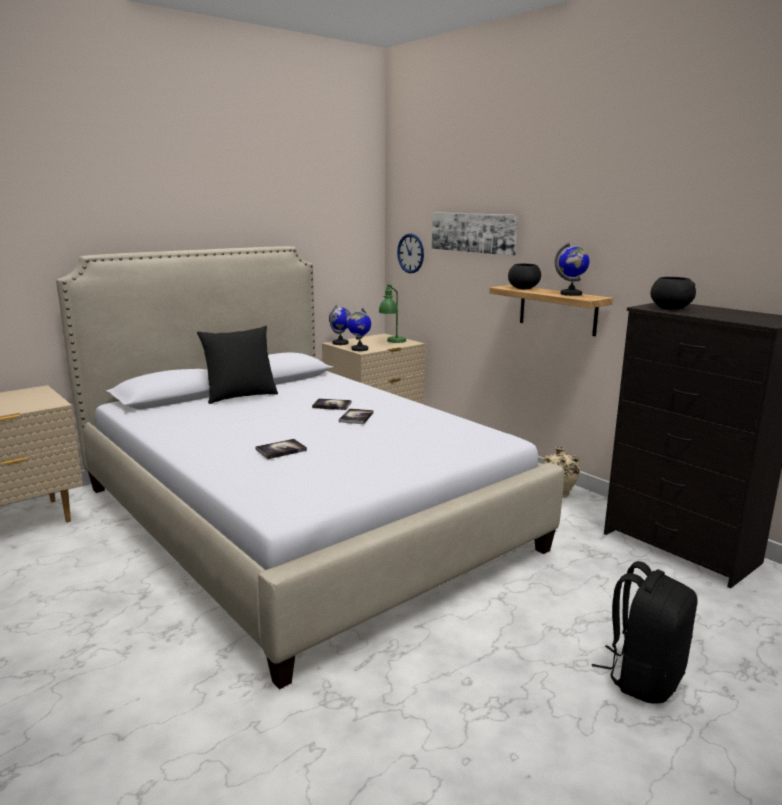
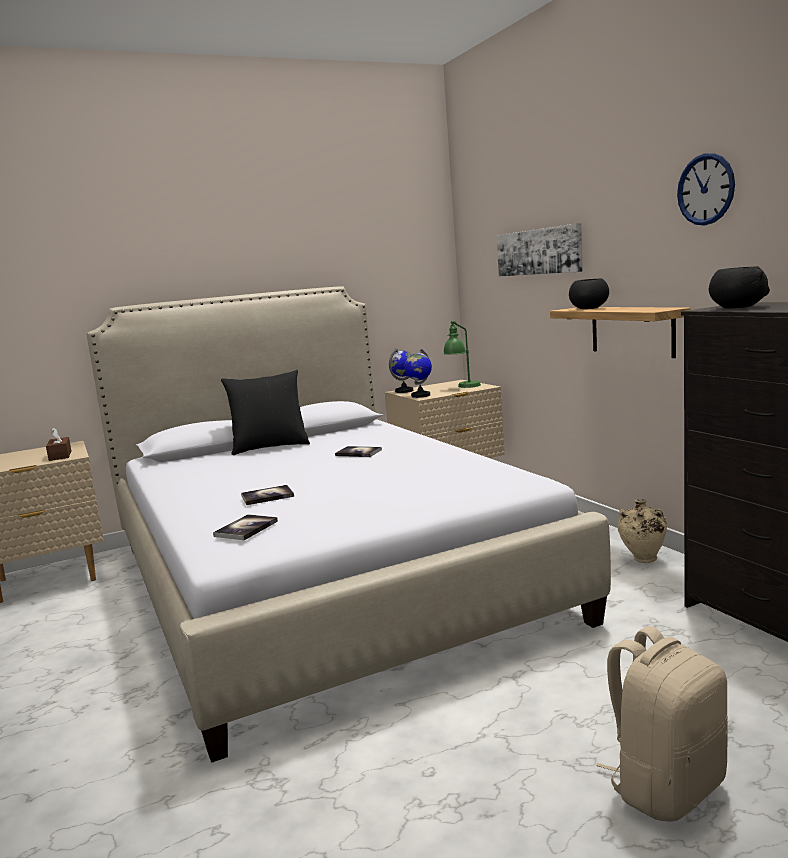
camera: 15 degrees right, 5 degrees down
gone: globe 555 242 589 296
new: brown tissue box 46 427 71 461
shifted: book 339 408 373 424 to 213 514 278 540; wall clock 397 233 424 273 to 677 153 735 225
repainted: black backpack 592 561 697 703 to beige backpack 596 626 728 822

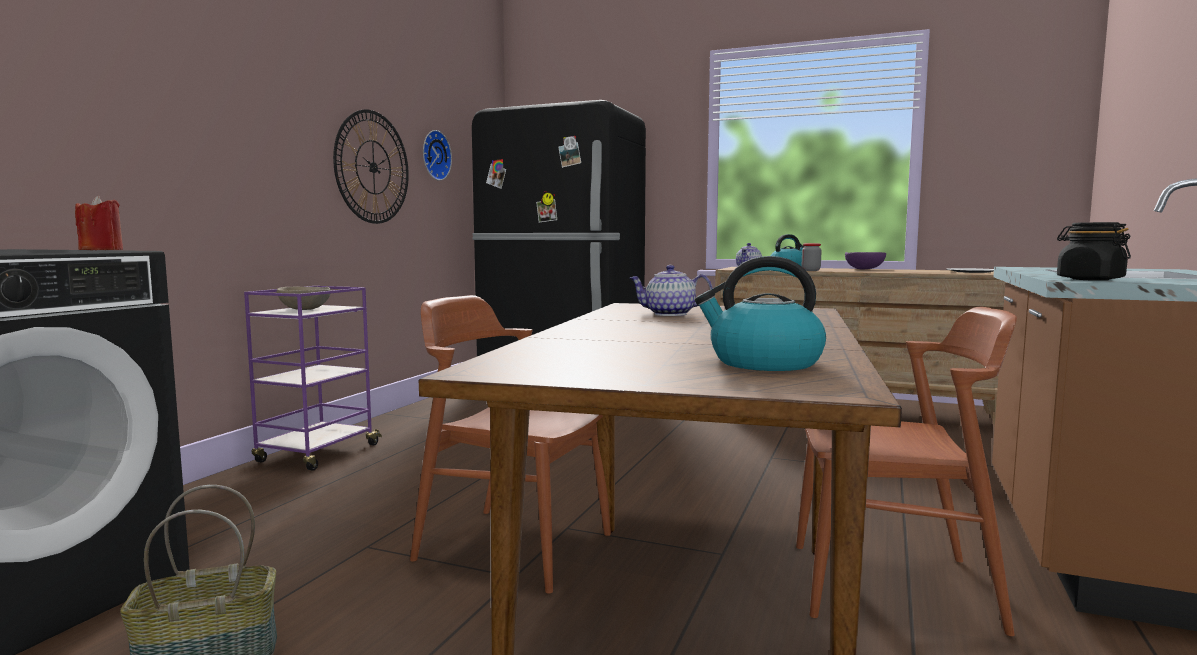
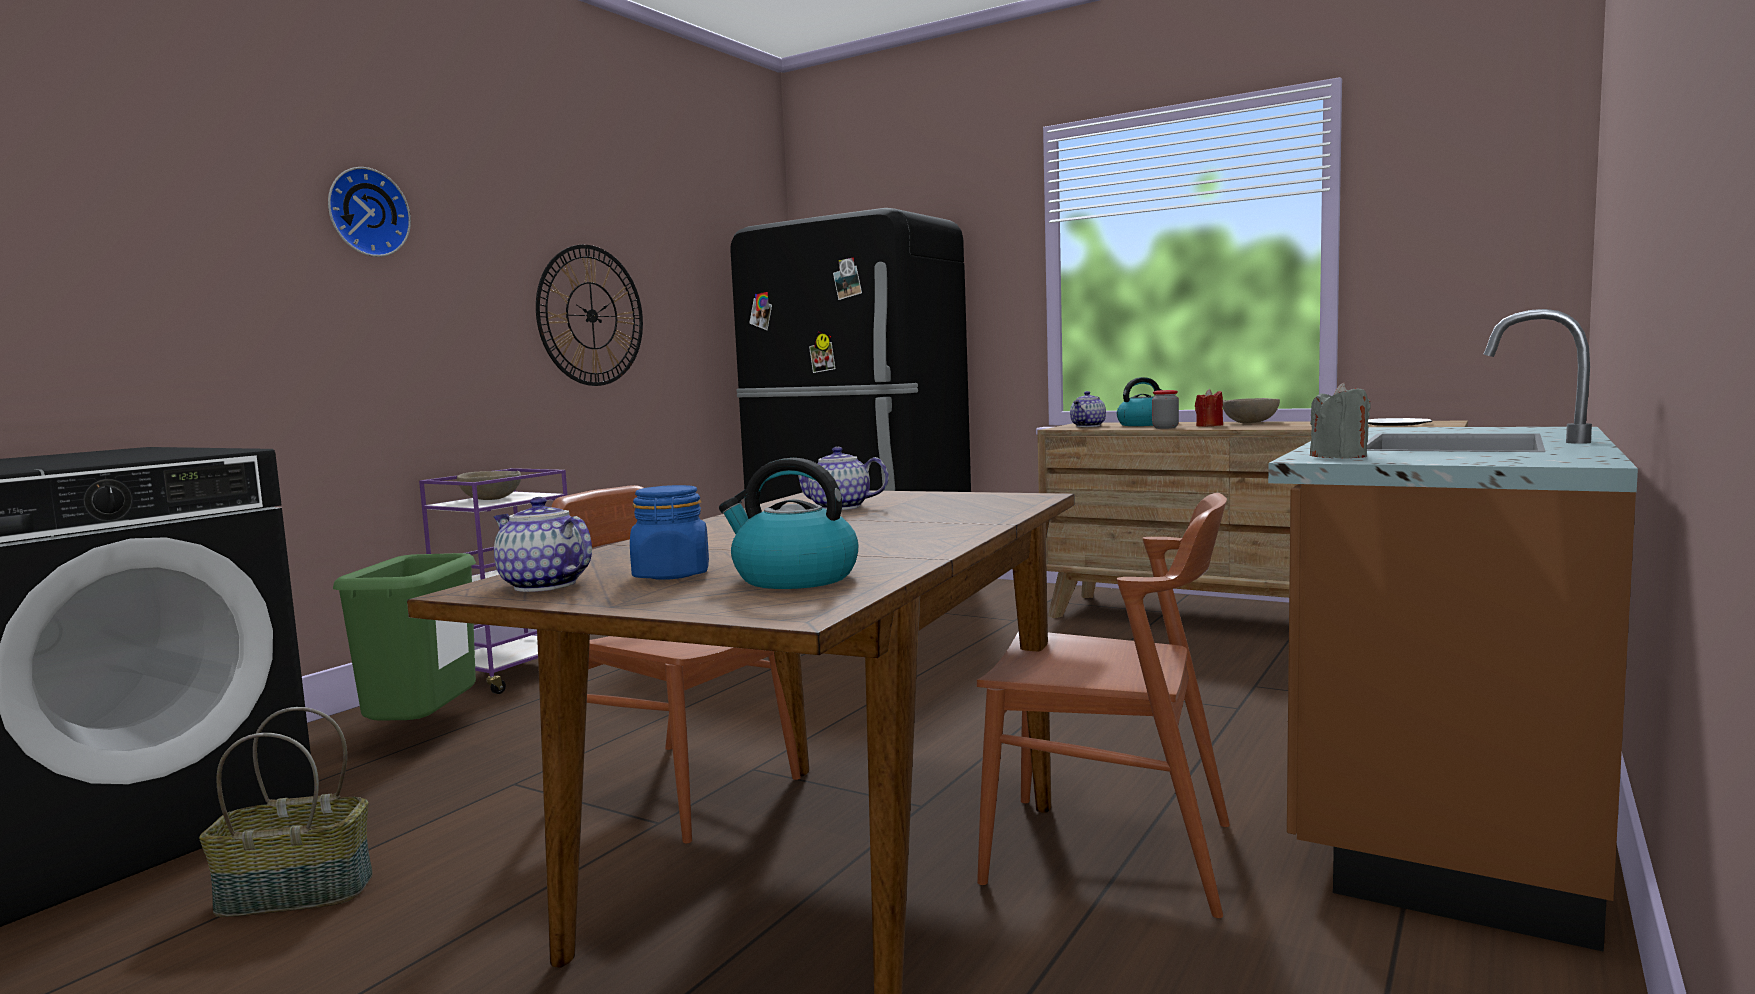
camera: 10 degrees right, 0 degrees up
new: green trash can 333 553 476 721; teapot 494 497 592 592; blue jar 630 485 709 580
shifted: red candle 75 196 123 250 to 1195 389 1223 427; wall clock 423 130 452 181 to 328 167 411 257
swapped: black jar 1057 222 1131 281 to grey candle 1310 383 1371 459
repainted: purple bowl 845 252 886 269 to beige bowl 1223 398 1280 423

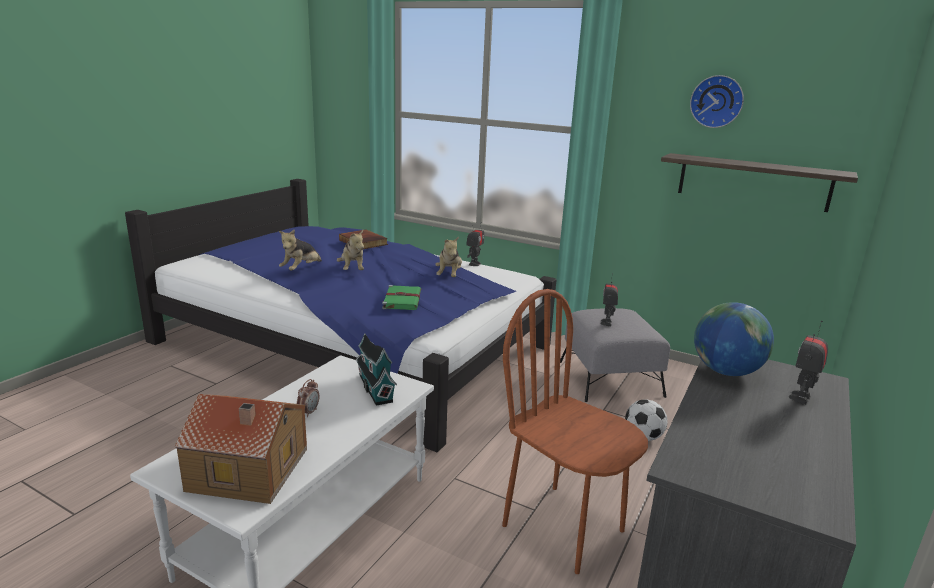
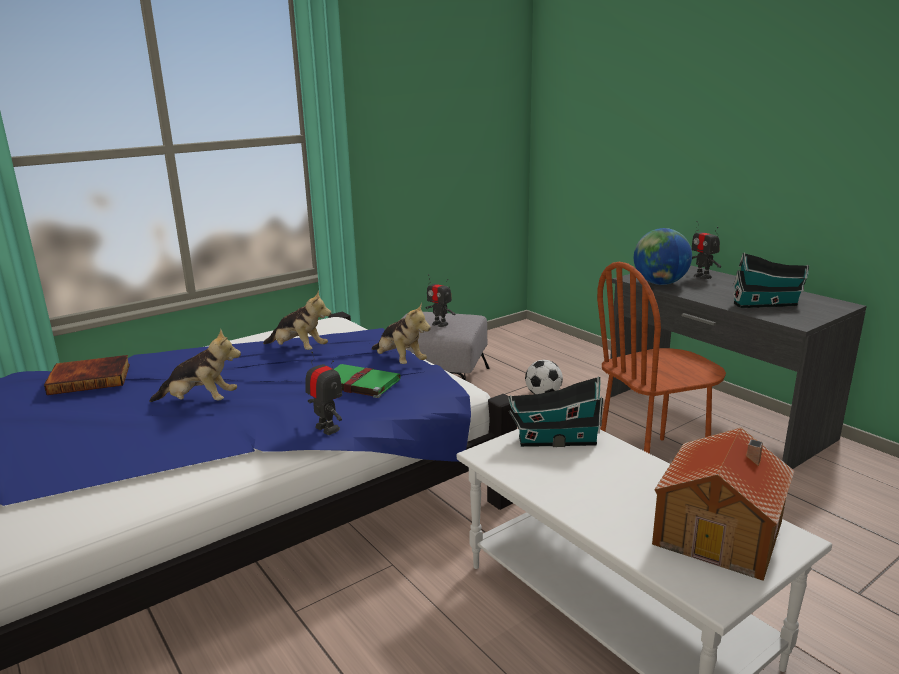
camera: 65 degrees left, 0 degrees up
gone: alarm clock 297 379 320 417; shelf 661 153 858 212; wall clock 690 75 744 128
new: toy house 733 252 809 308
shifted: plush toy 279 230 322 271 to 372 302 431 364; toy robot 466 225 484 266 to 305 352 342 435

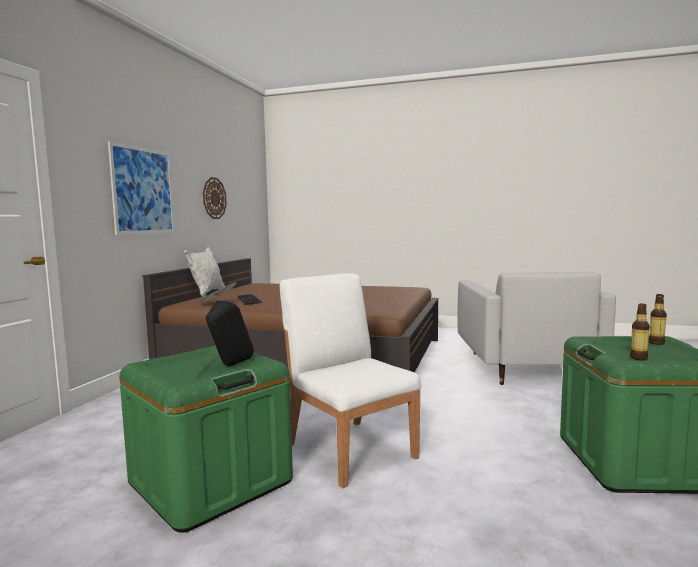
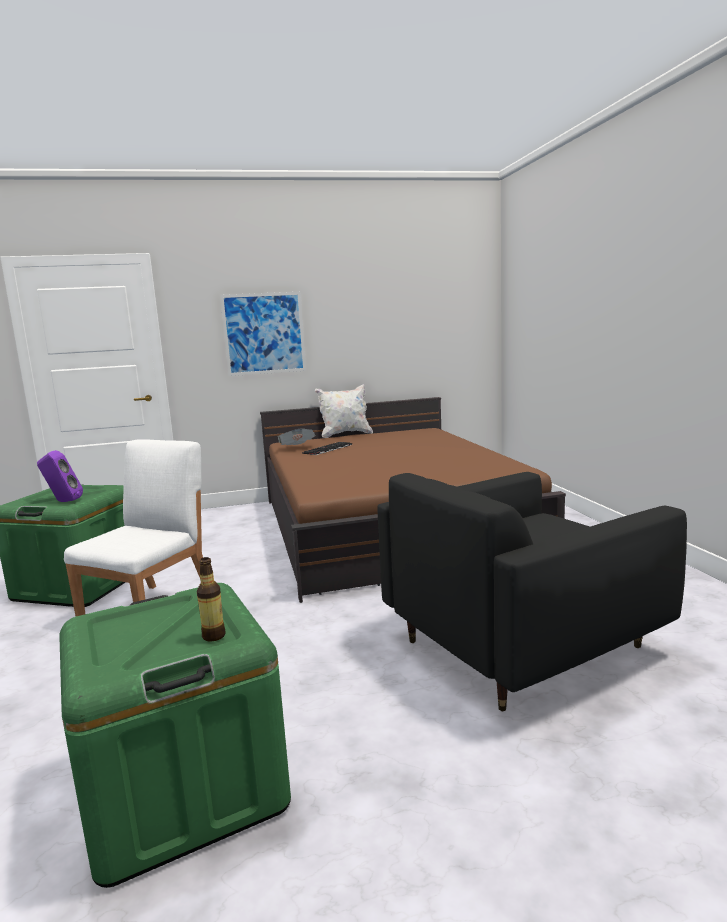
camera: 60 degrees right, 5 degrees up
gone: wall clock 203 177 227 219; bottle 630 304 650 361
repainted: black speaker 206 300 254 366 to purple speaker 37 450 83 502; white armchair 457 272 616 385 to black armchair 377 472 687 711

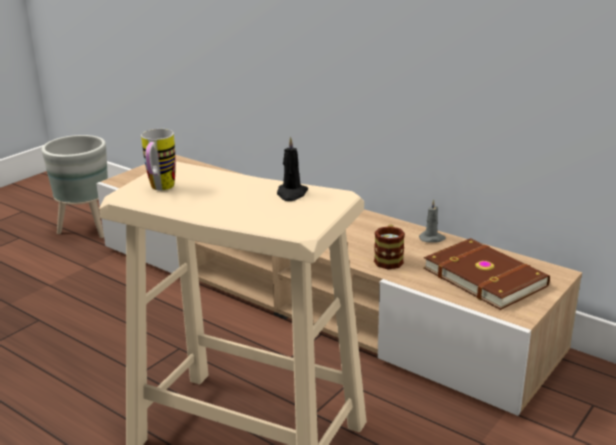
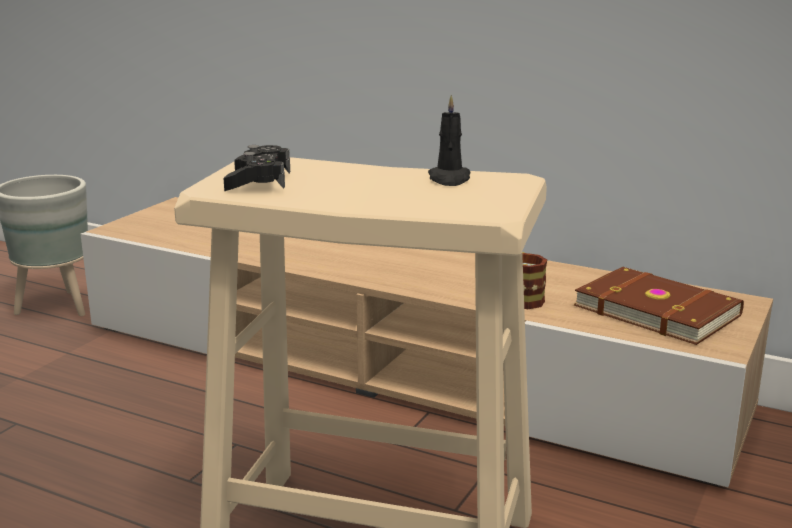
camera: 10 degrees left, 5 degrees down
gone: grey candle 419 199 446 243
swapped: mug 141 129 176 190 to black game controller 224 145 290 191

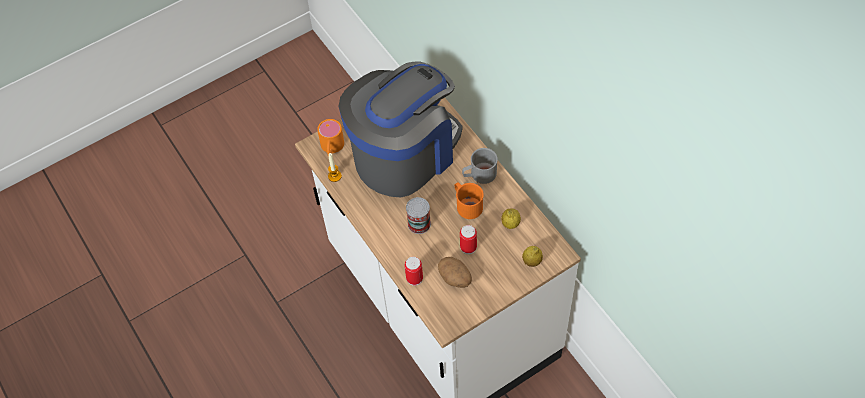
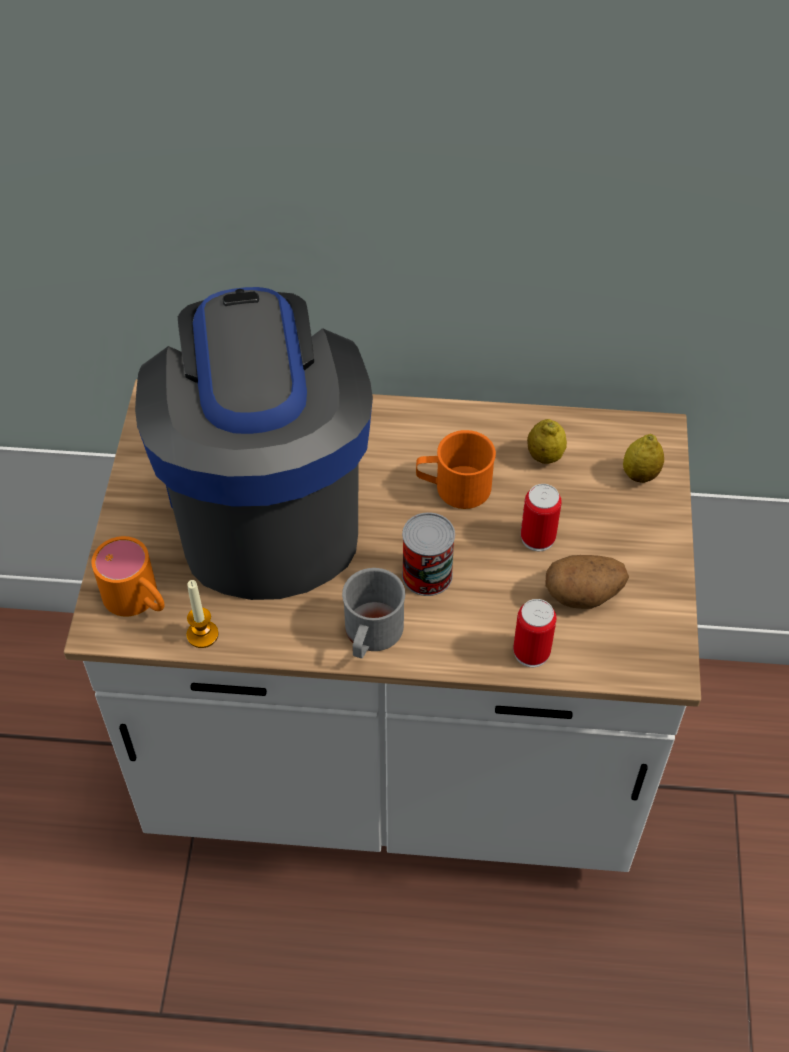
camera: 55 degrees left, 5 degrees down
shifted: grey mug 462 148 498 184 to 342 568 405 658

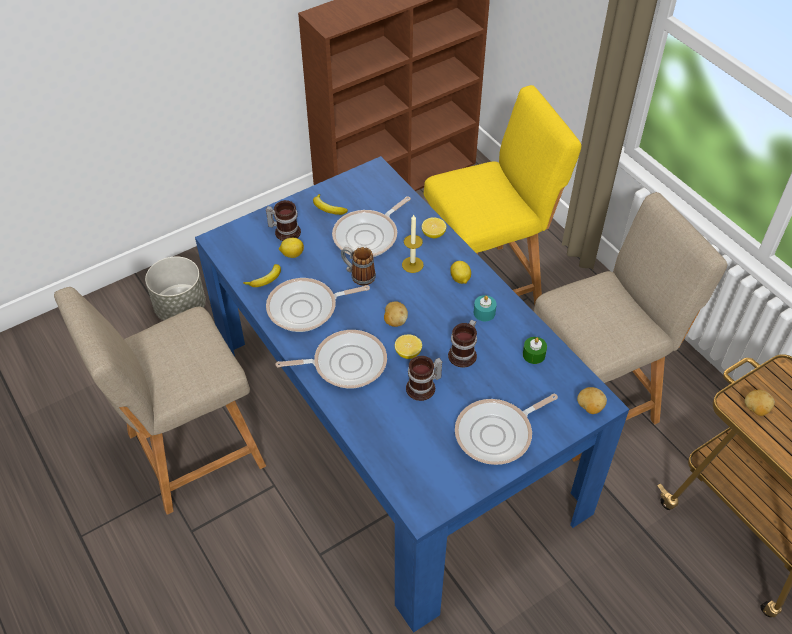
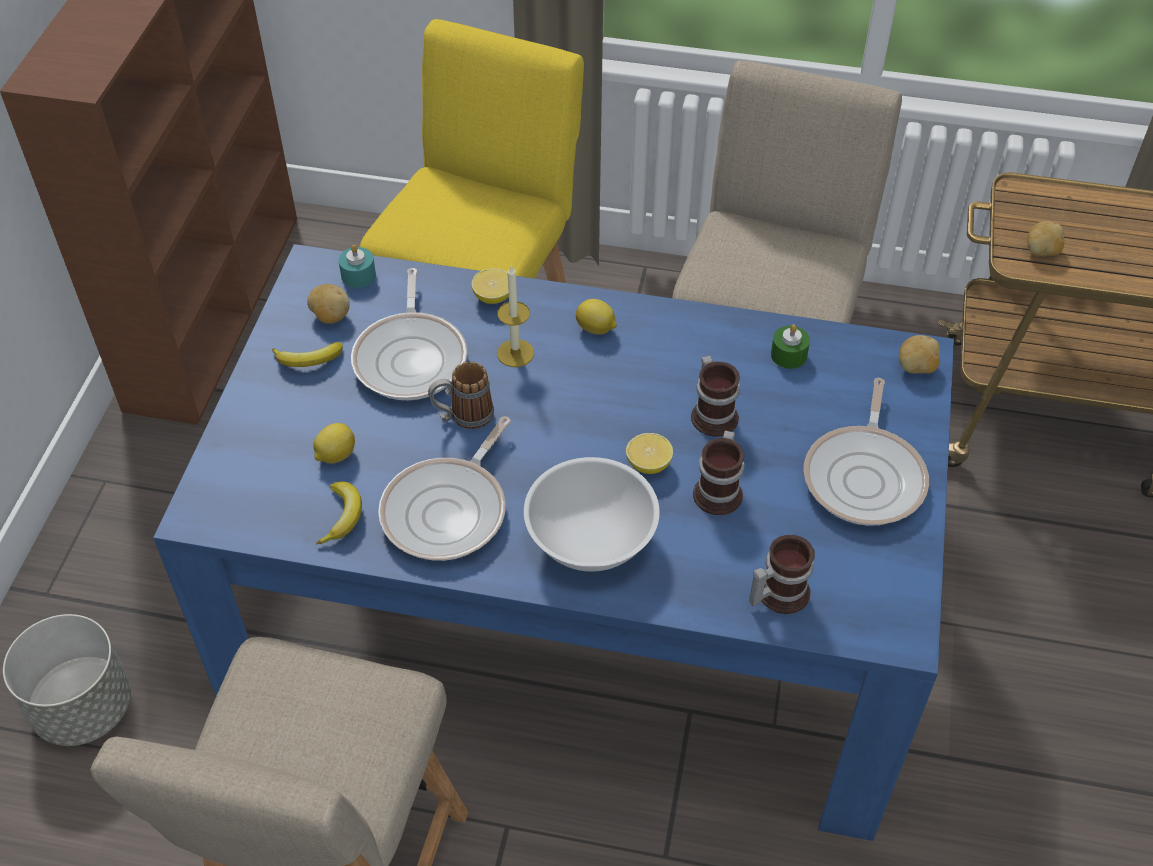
camera: 45 degrees left, 0 degrees up
shifted: mug 266 200 301 241 to 749 535 815 614; potato 384 301 408 327 to 307 284 350 324; turquoise candle 474 295 497 321 to 338 245 376 288
swapped: frying pan 275 330 387 389 to white bowl 524 457 660 572

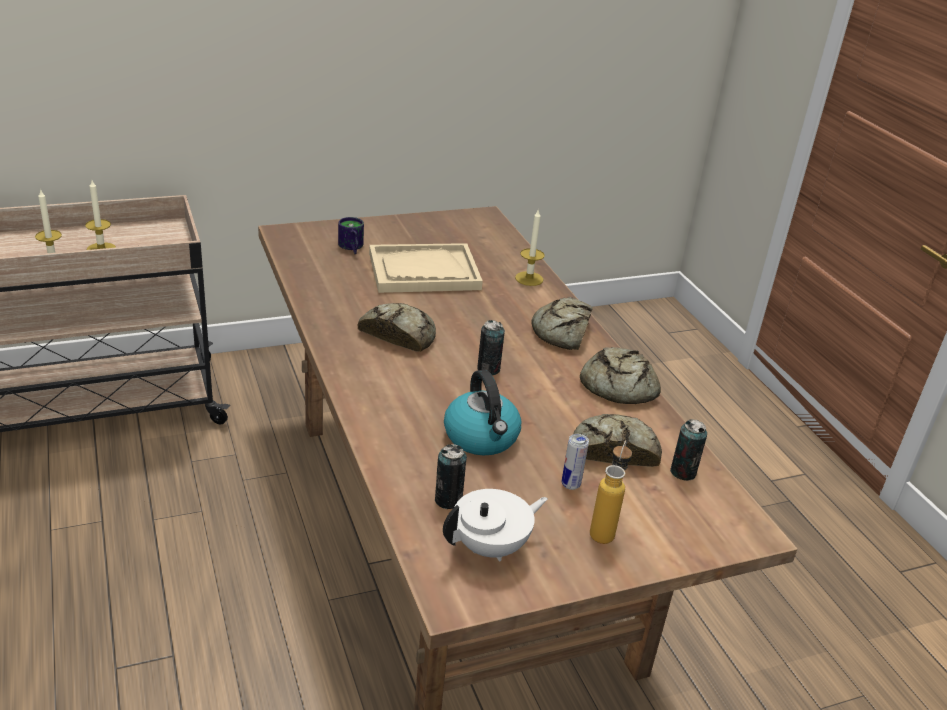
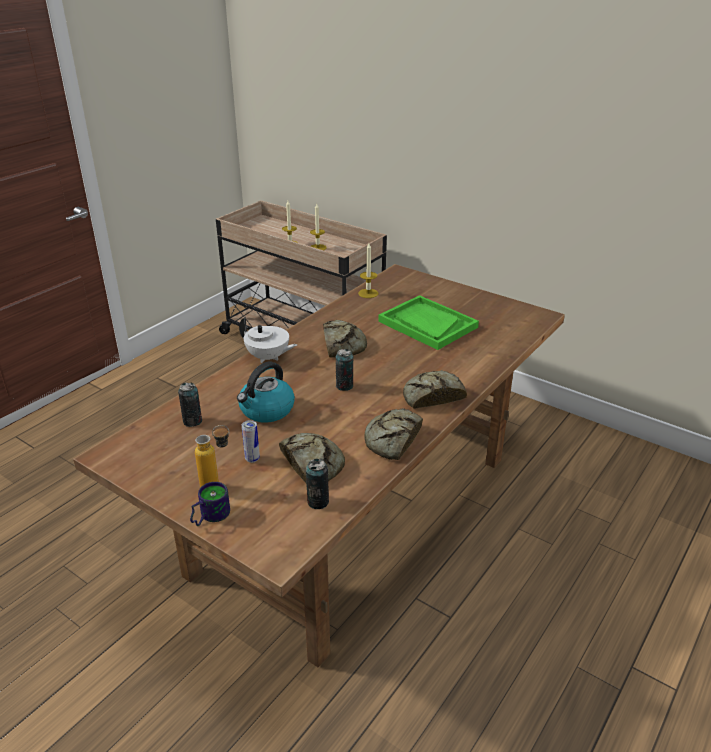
camera: 60 degrees right, 0 degrees up
shifted: mug 338 217 364 254 to 190 482 230 526; white teapot 443 489 548 562 to 239 317 297 363; candle 515 209 545 286 to 358 243 379 298
repainted: beige tray 369 243 483 293 to green tray 378 295 479 350

